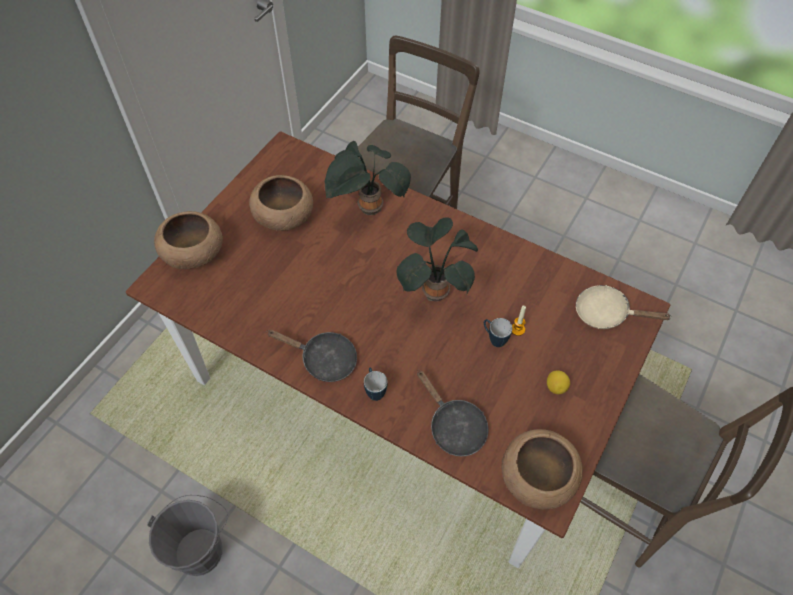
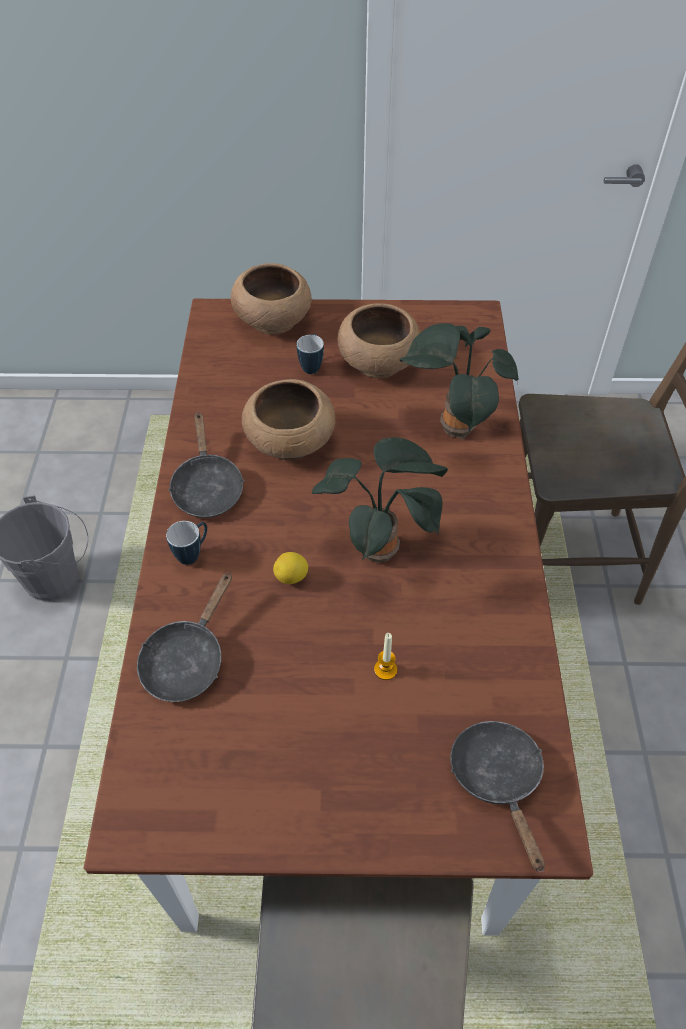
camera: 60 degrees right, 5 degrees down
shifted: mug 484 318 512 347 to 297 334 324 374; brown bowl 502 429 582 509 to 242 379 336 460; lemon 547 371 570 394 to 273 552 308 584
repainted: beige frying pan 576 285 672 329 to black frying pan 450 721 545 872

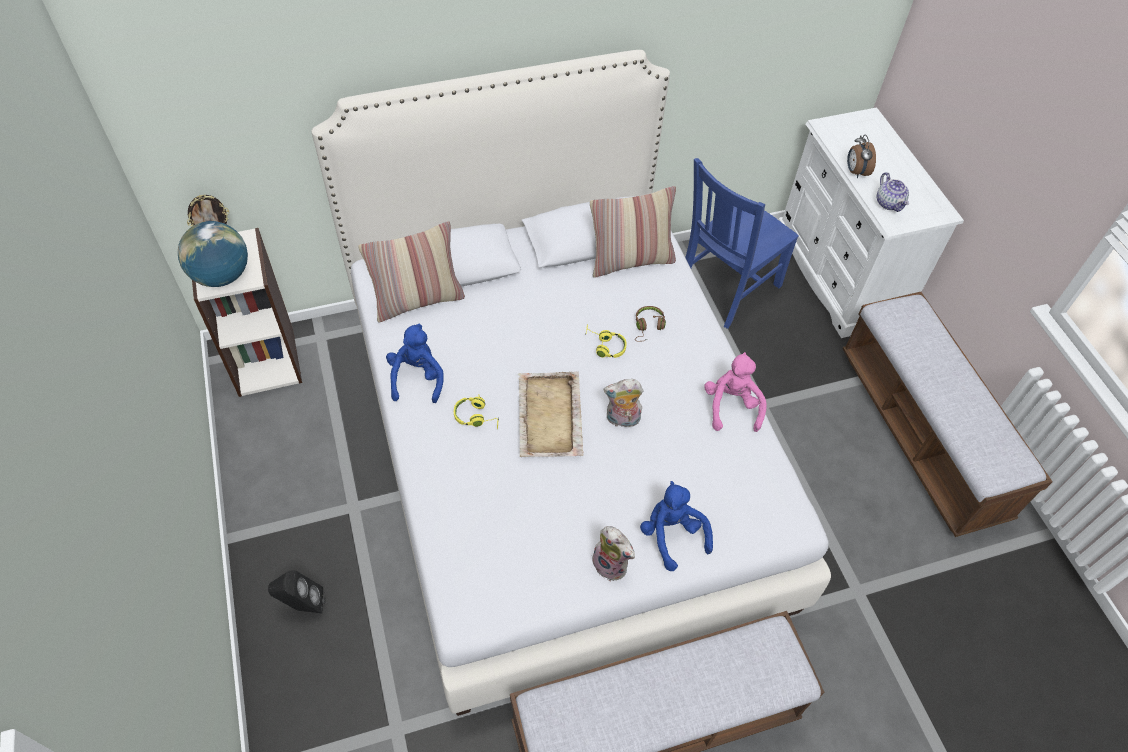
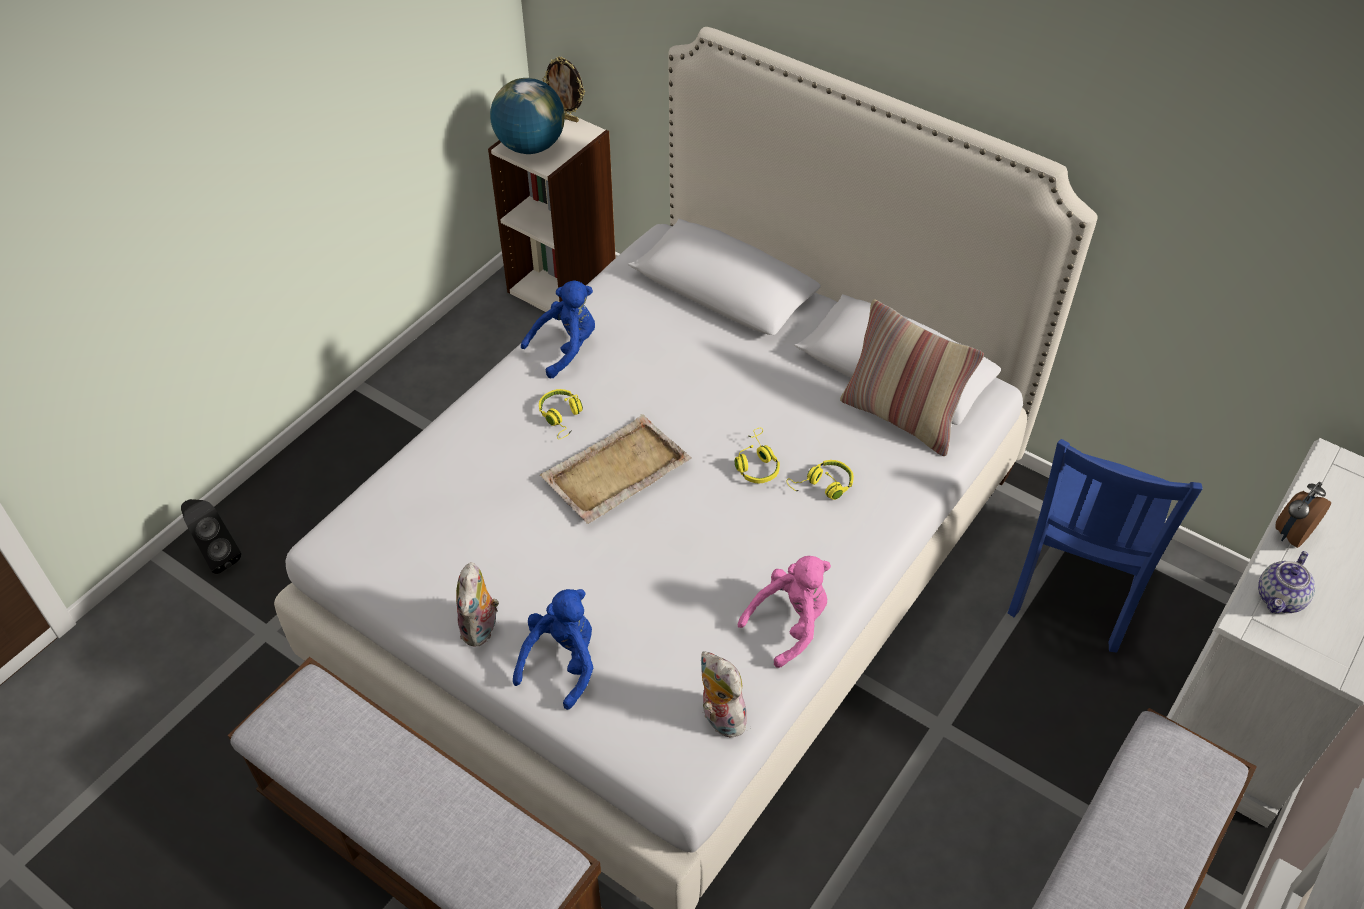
camera: 55 degrees right, 5 degrees down
gone: pillow 358 221 465 322
shifted: black speaker 268 570 325 614 to 181 499 241 574; plush toy 603 379 643 427 to 701 651 747 738
repainted: brown headphones 635 306 666 341 to yellow headphones 787 460 854 500
rotated: blue chair 685 158 799 329 = 1008 439 1203 652 75 degrees counterclockwise

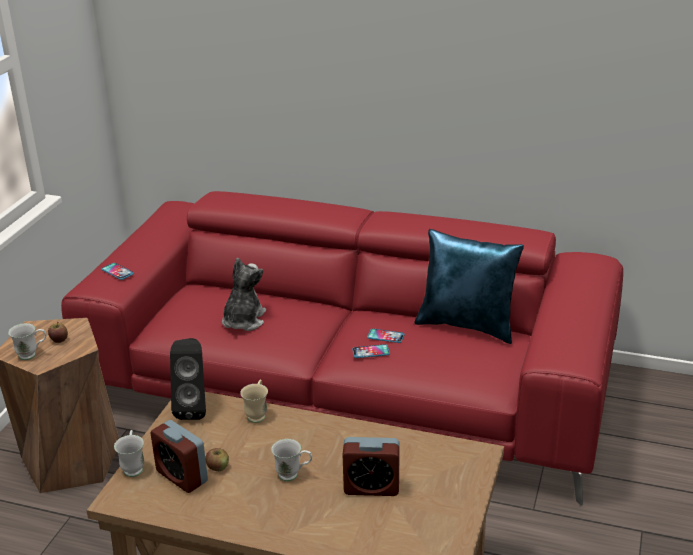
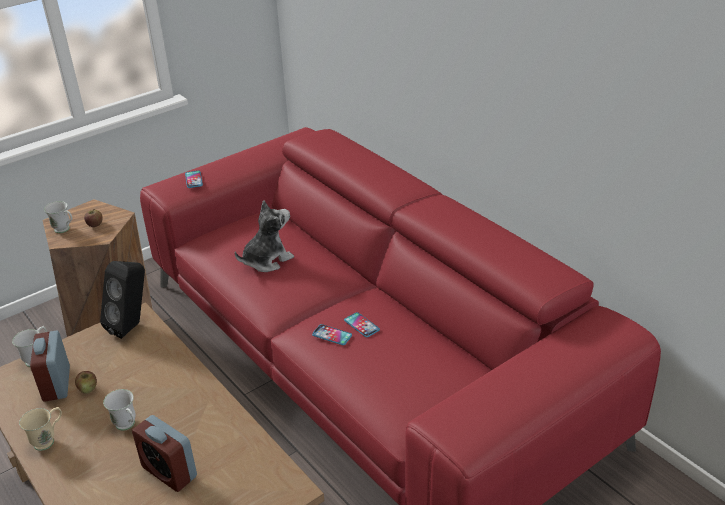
camera: 35 degrees right, 5 degrees up
gone: blue pillow 415 229 524 344
shifted: beige mug 240 379 268 423 to 19 407 62 451

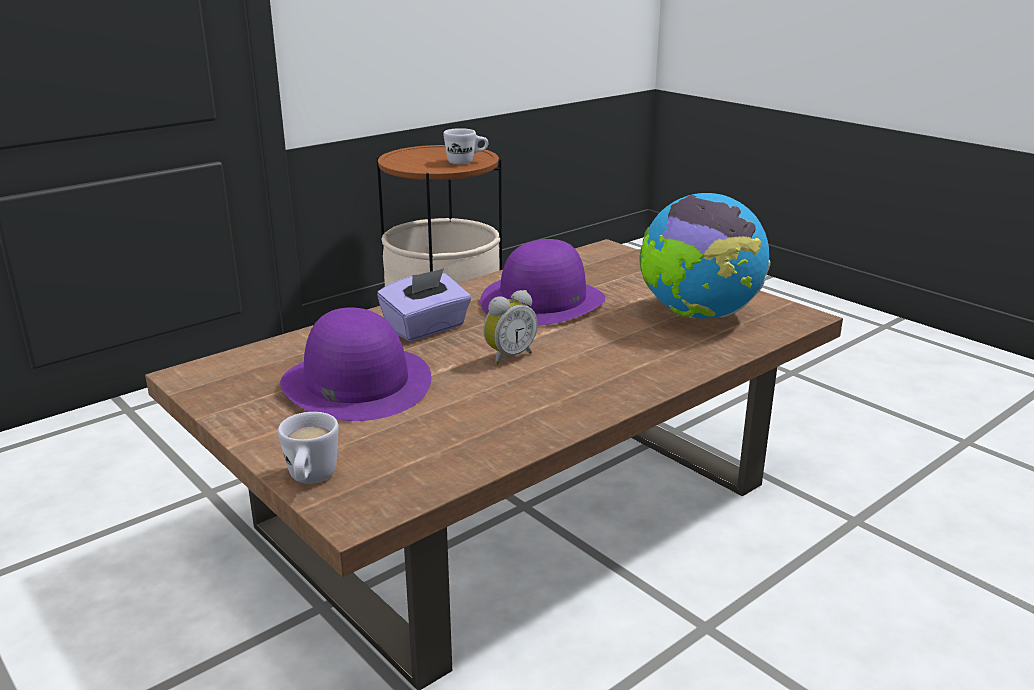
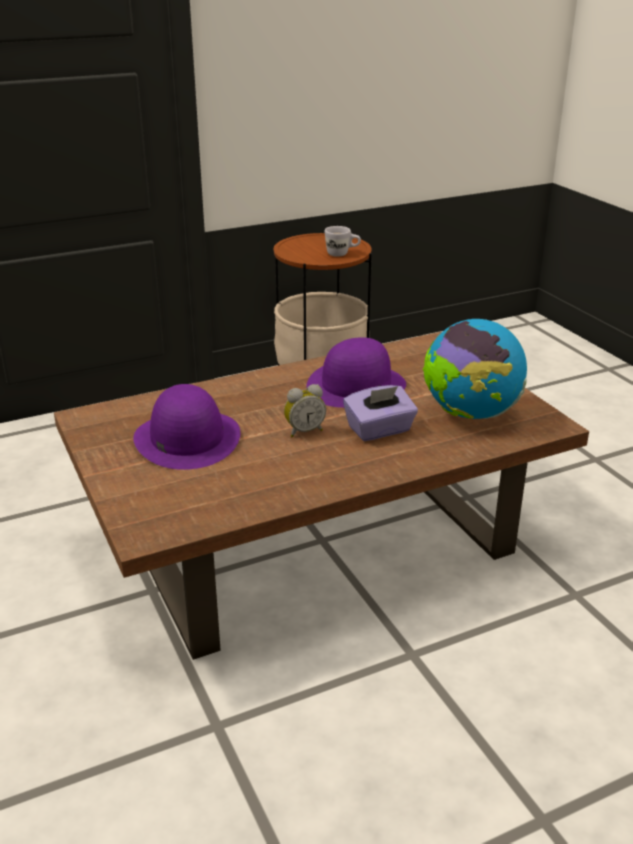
camera: 15 degrees right, 5 degrees up
gone: white mug 278 412 339 484
shifted: purple tissue box 377 268 471 342 to 343 385 418 441

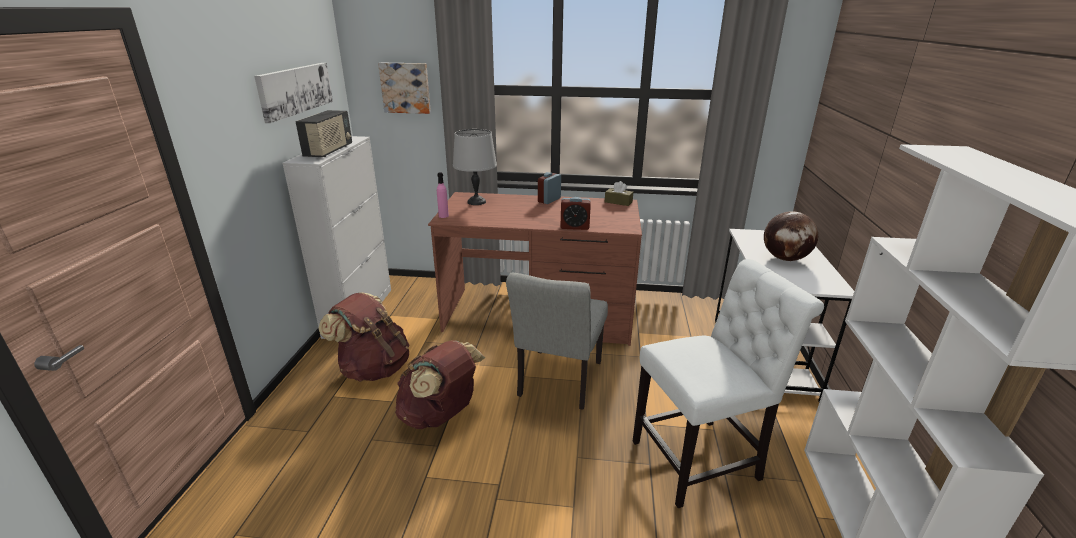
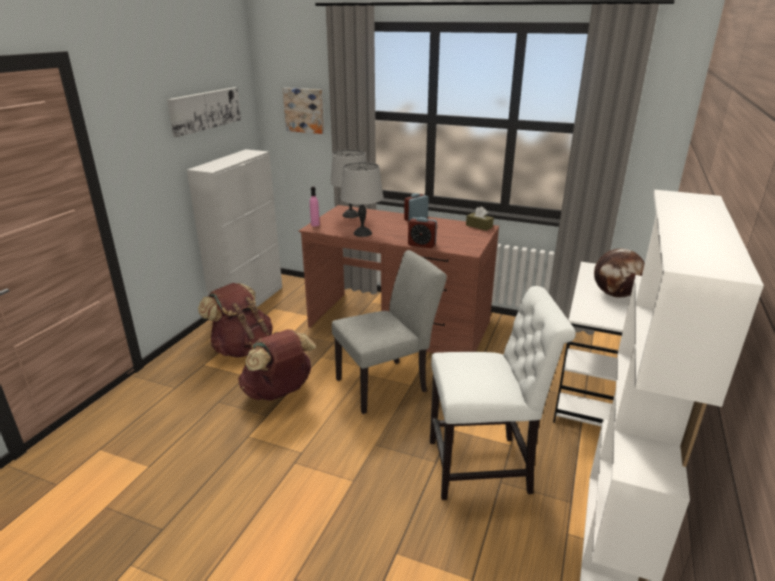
camera: 15 degrees right, 0 degrees up
gone: radio 295 110 352 157
new: grey table lamp 340 162 383 237
rotated: grey chair 506 273 608 410 = 332 250 447 414 150 degrees counterclockwise

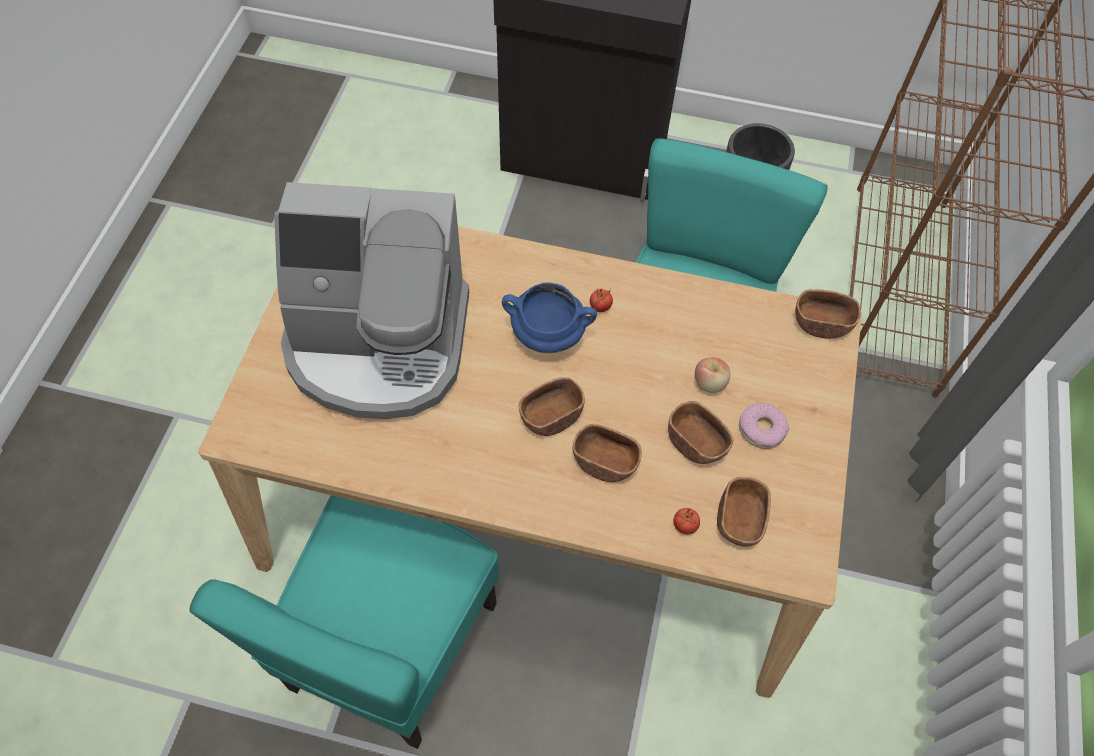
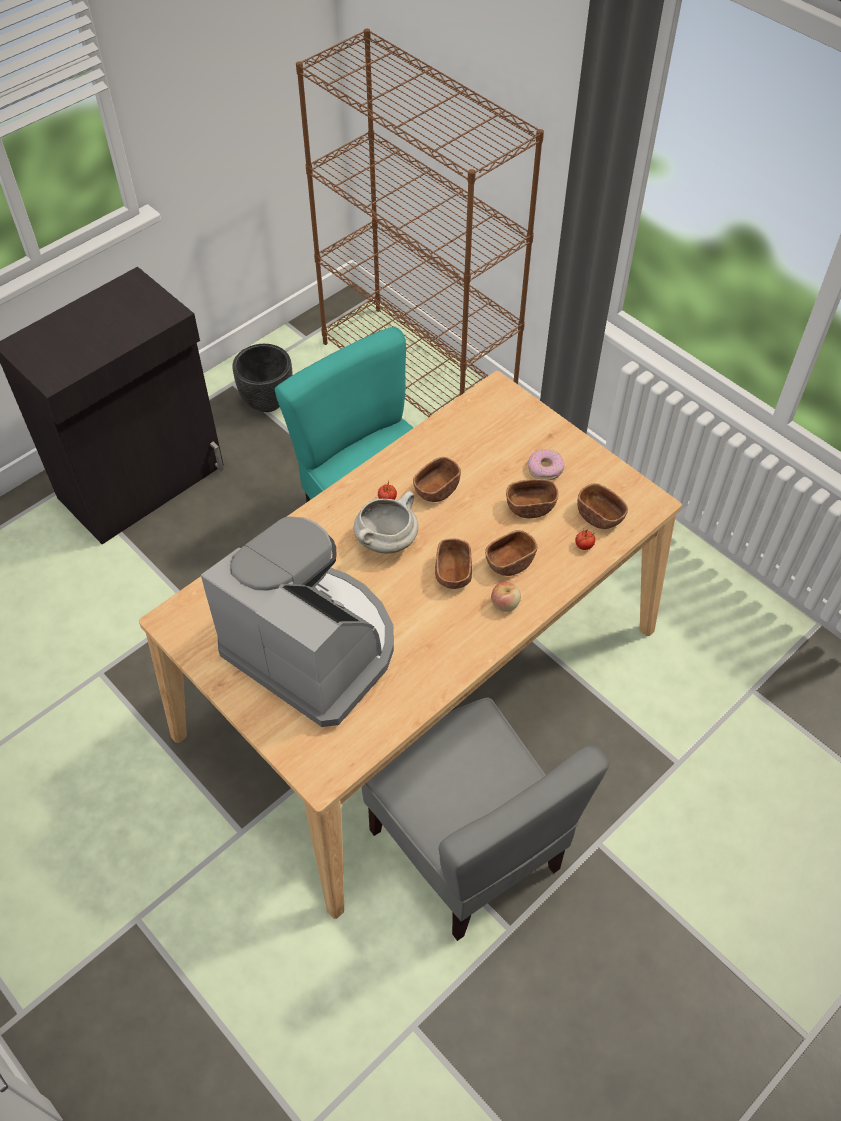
camera: 55 degrees left, 5 degrees down
shifted: apple 695 357 730 393 to 491 582 521 612; brown bowl 795 289 861 339 to 413 457 461 502
repainted: turquoise chair 189 495 499 749 to grey chair 362 697 609 941; blue cooking pot 502 283 597 353 to white cooking pot 354 491 418 553
rotated: coffee machine 274 182 469 419 = 201 517 394 727 90 degrees counterclockwise

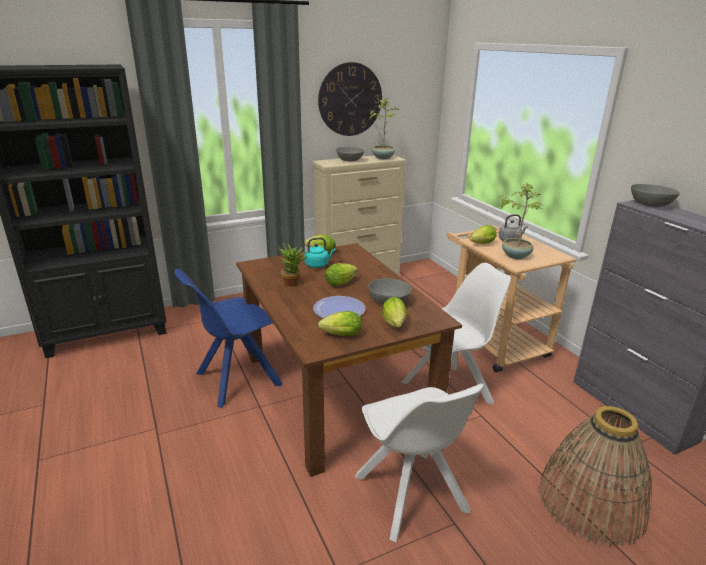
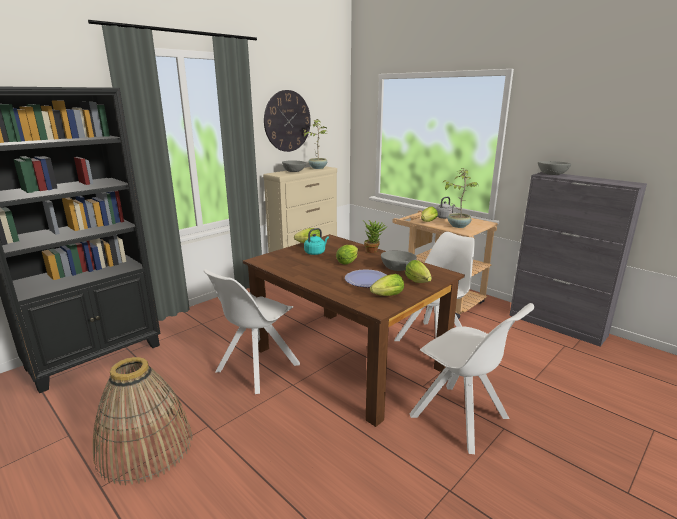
camera: 20 degrees left, 5 degrees down
shifted: potted plant 278 244 309 286 to 364 220 387 253; basket 539 406 652 548 to 93 357 193 486
repainted: blue chair 175 269 283 407 to white chair 204 269 300 394

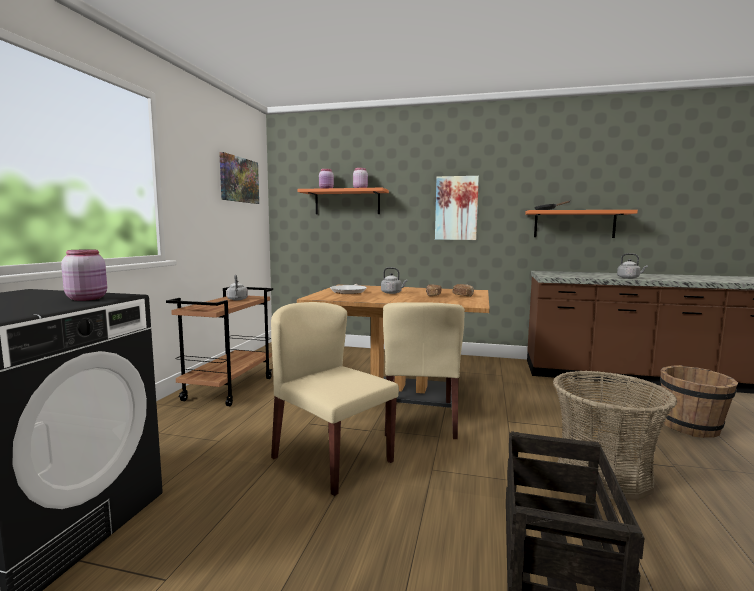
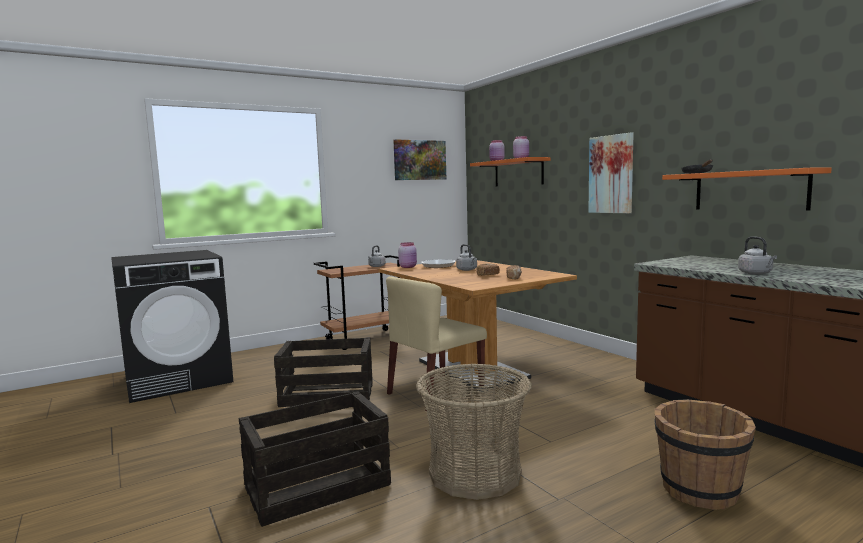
camera: 45 degrees right, 0 degrees up
shifted: pink jar 61 250 107 301 to 398 242 417 268
swapped: beige chair 271 302 399 496 to crate 274 337 373 407

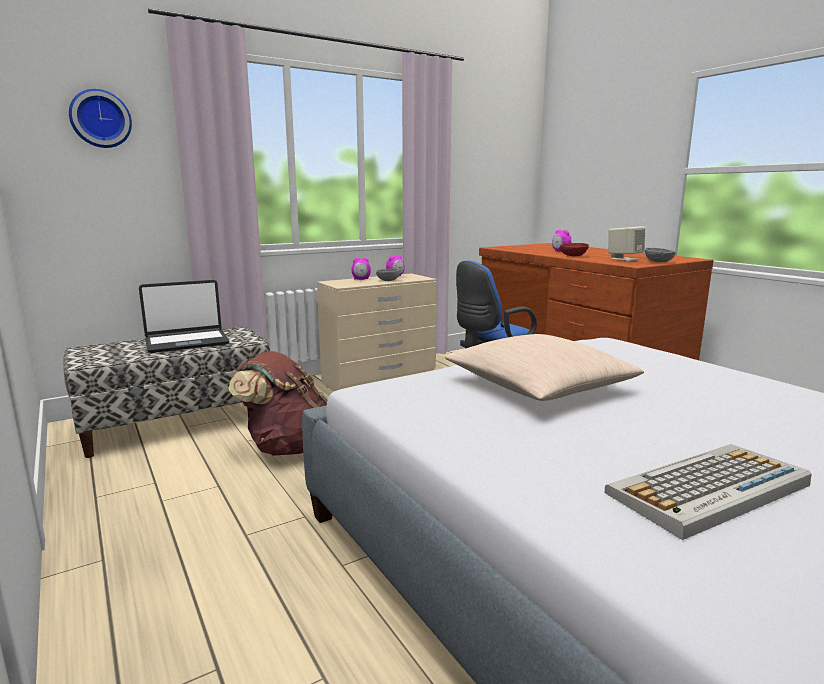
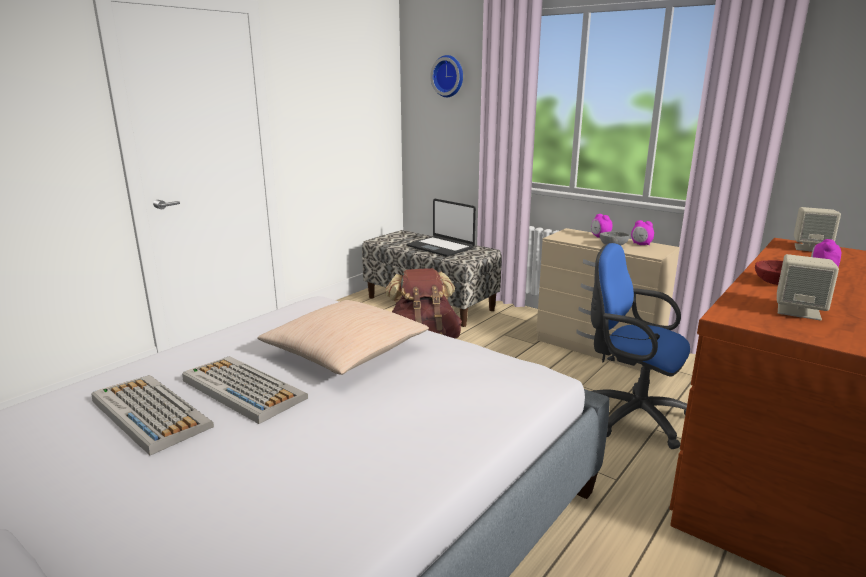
camera: 70 degrees right, 5 degrees up
gone: grey bowl 645 248 676 262
new: keyboard 182 356 308 424; beige speaker 794 207 841 252

